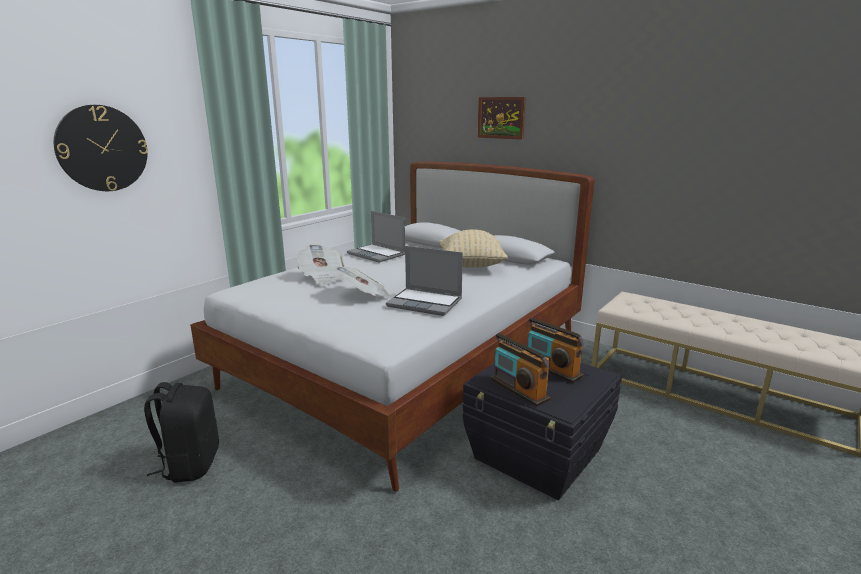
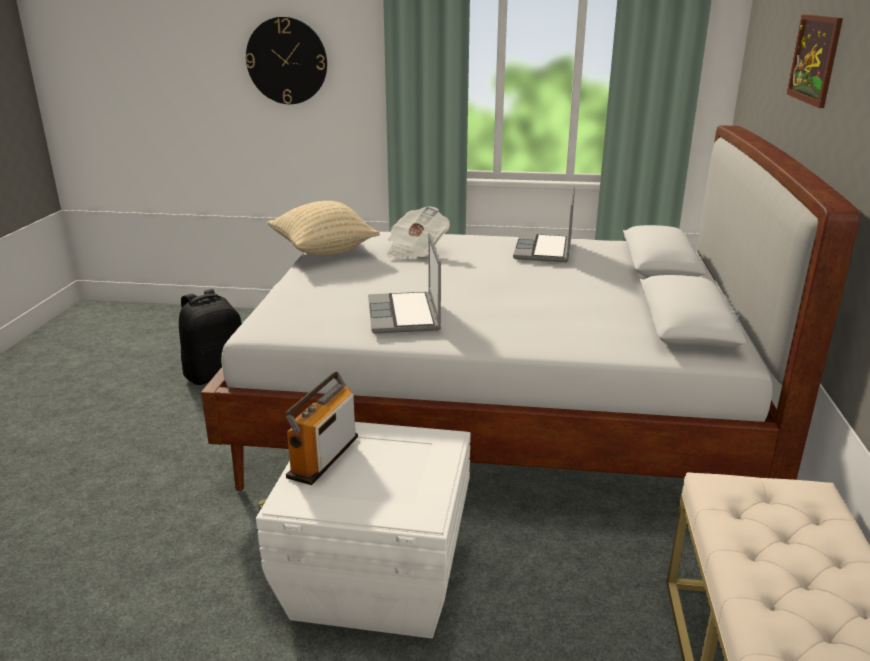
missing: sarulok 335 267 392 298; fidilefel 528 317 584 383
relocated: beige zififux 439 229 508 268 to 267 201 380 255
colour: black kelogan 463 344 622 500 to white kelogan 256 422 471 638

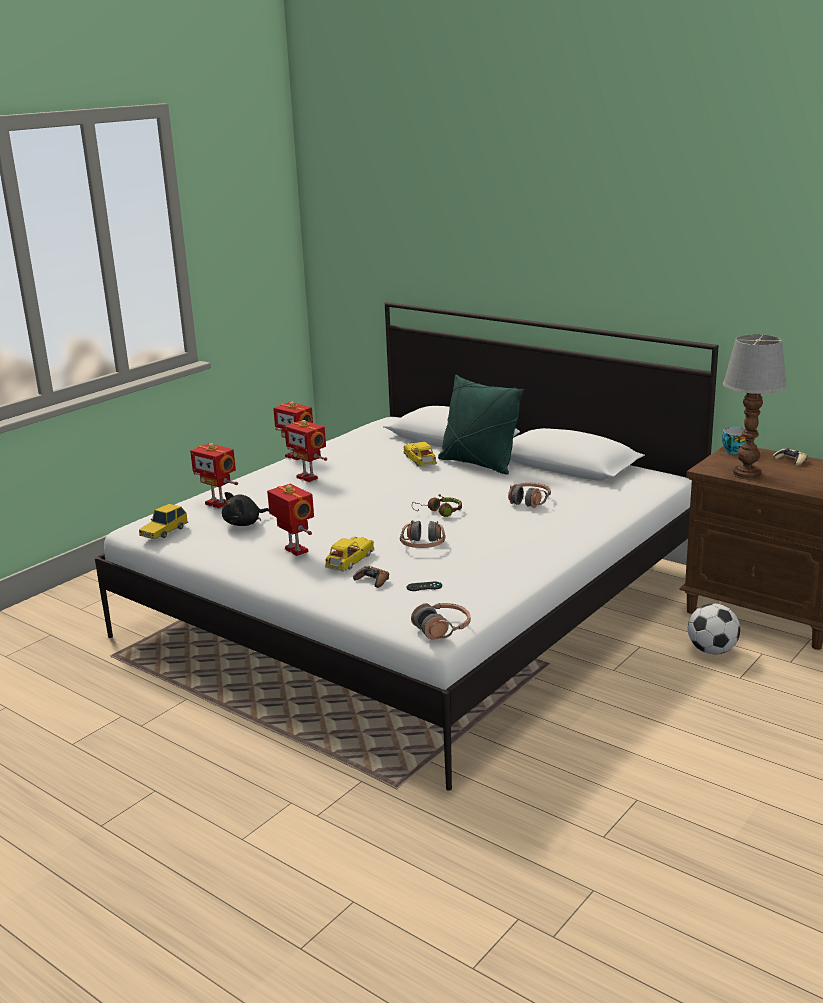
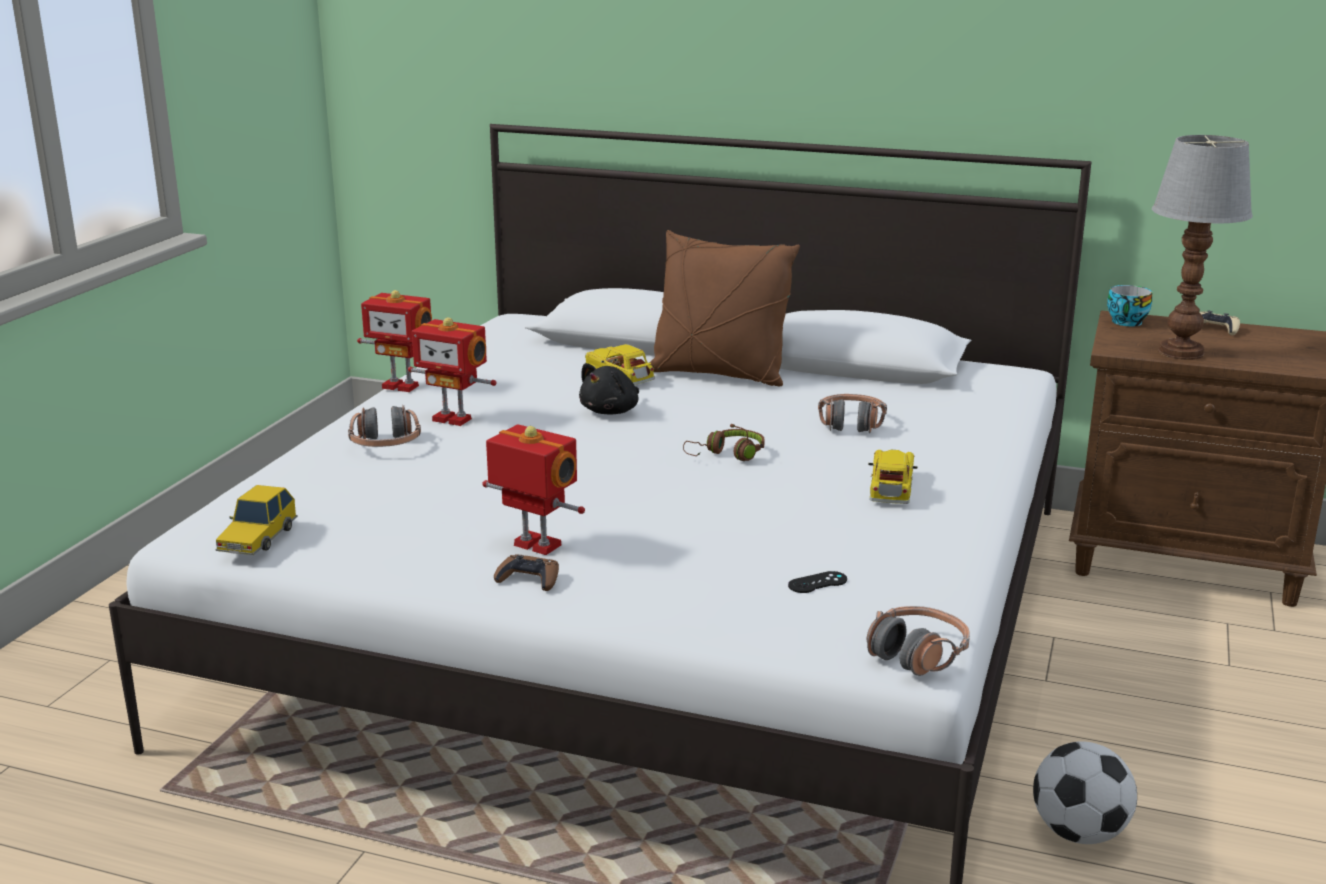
missing: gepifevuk 190 443 238 508
relocated: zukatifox 400 520 446 548 to 348 405 421 447; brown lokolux 353 566 389 588 to 494 554 559 591; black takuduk 222 492 269 526 to 579 363 639 415; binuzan 325 537 374 571 to 868 450 918 504; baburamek 688 603 740 655 to 1033 741 1137 844
colour: green zififux 438 375 525 475 to brown zififux 649 230 800 386

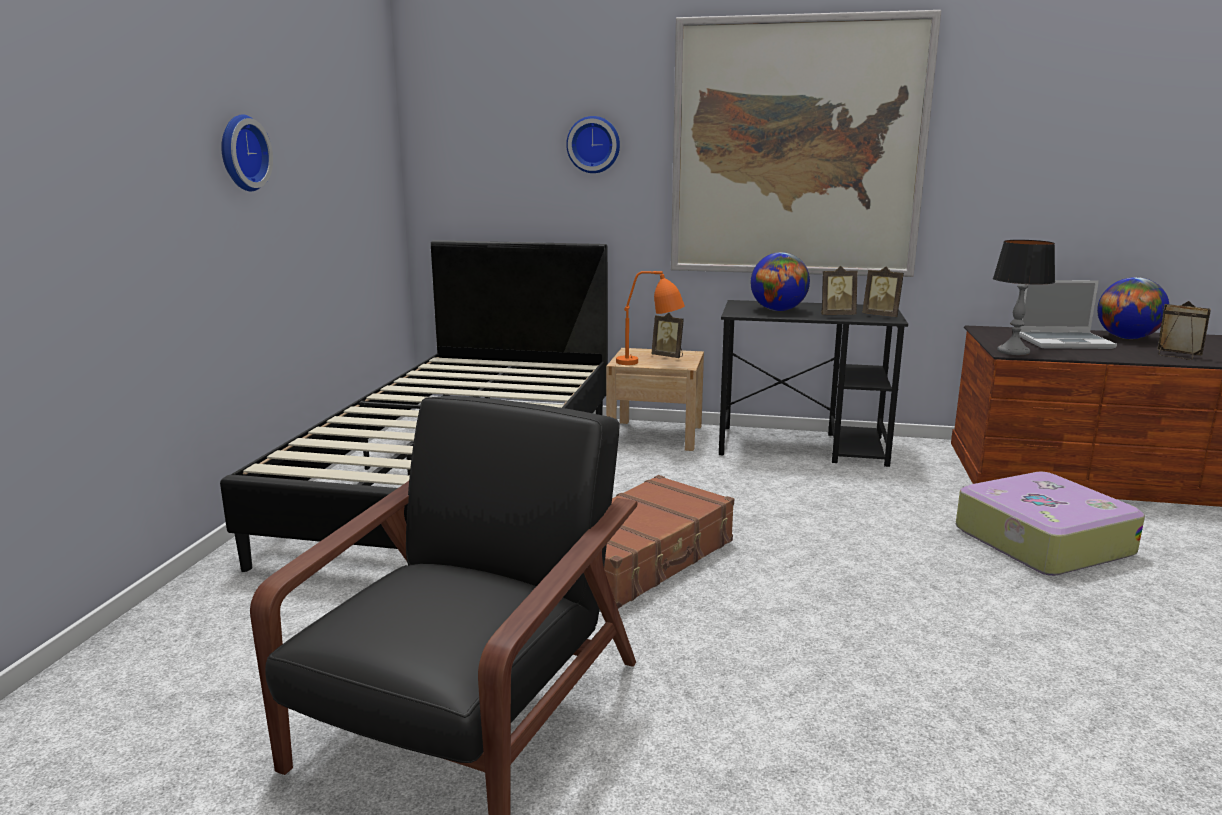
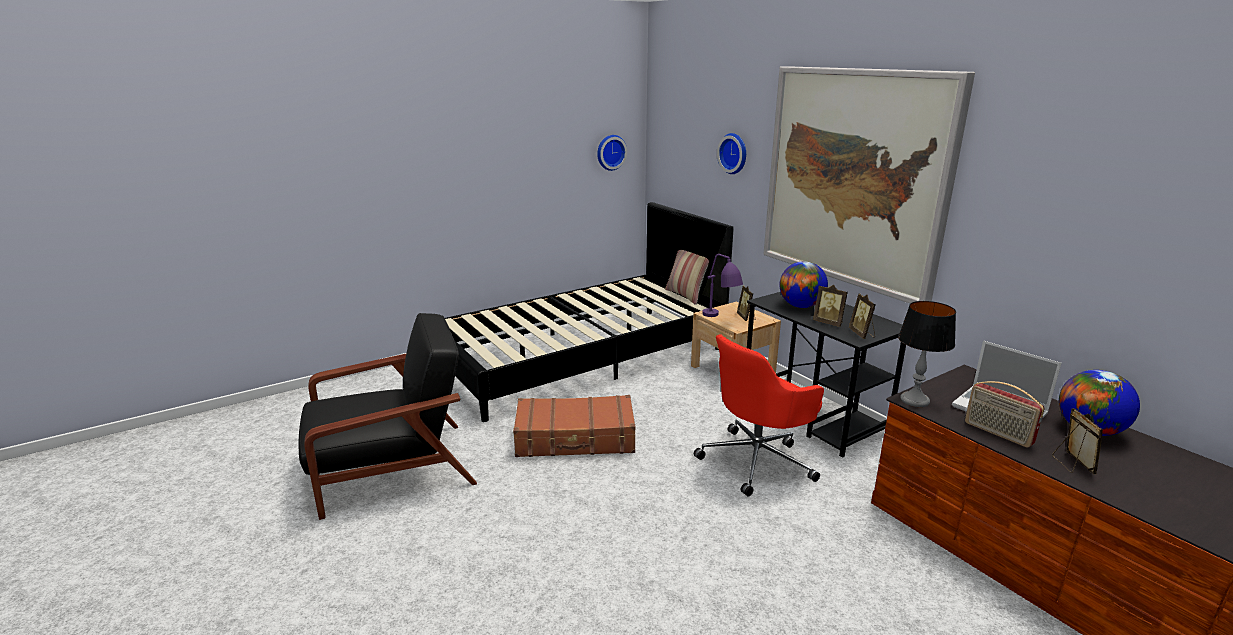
missing: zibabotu 956 471 1145 576
appeared: zififux 665 250 709 305; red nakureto 694 334 824 497; fidilefel 965 381 1045 448
relocated: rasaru 221 115 273 191 to 597 135 627 171
colour: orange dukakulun 616 271 685 365 to purple dukakulun 702 254 743 317

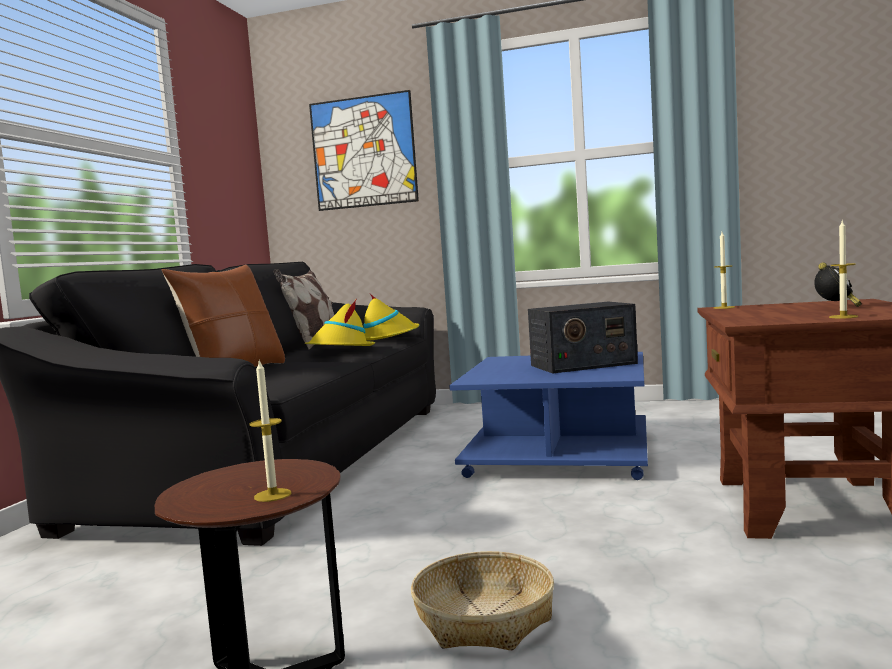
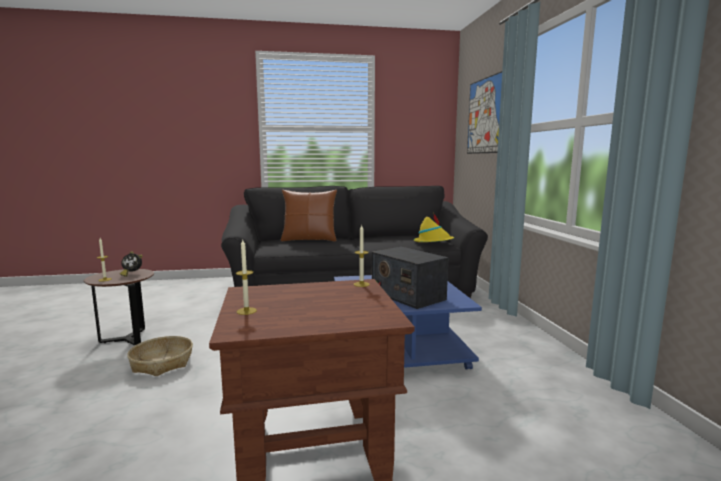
missing: zififux 273 269 334 350; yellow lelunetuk 305 298 375 346
relocated: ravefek 814 262 862 307 to 120 251 143 277

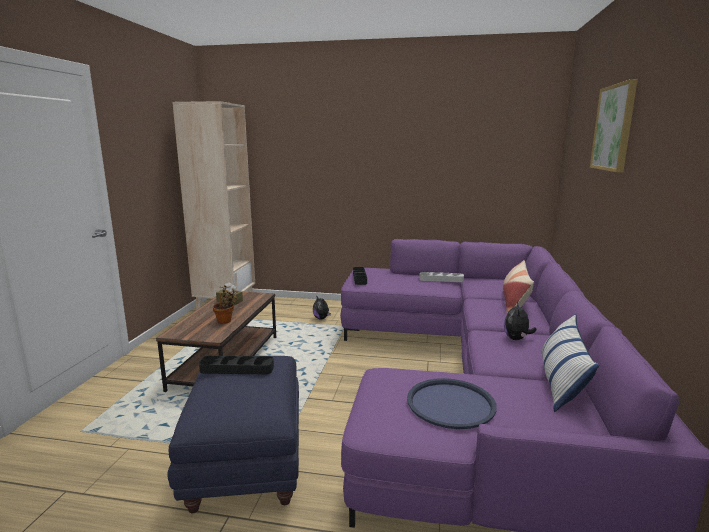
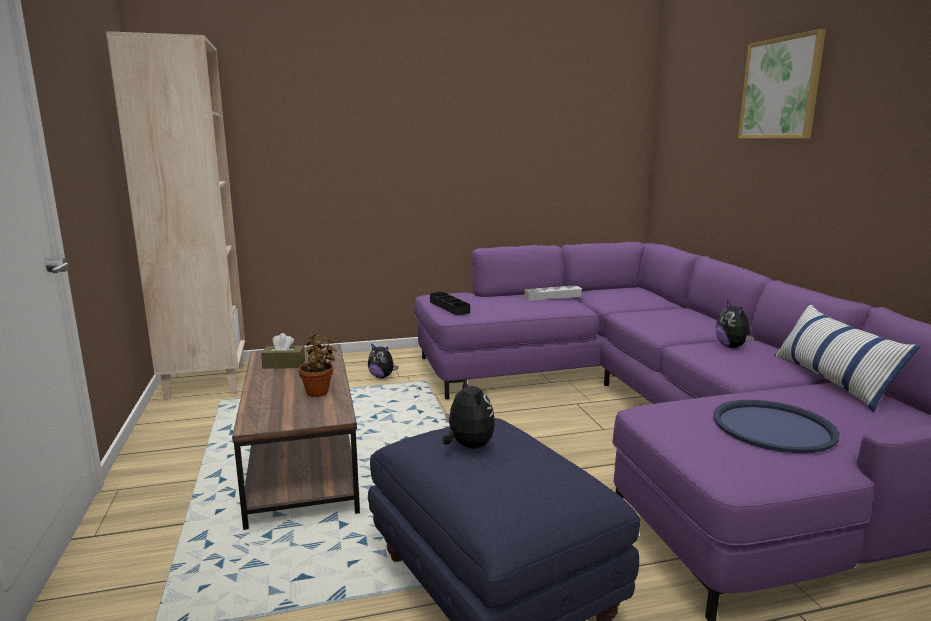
missing: zififux 502 260 534 313
exchanged: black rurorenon 199 356 274 374 to takuduk 442 376 495 449

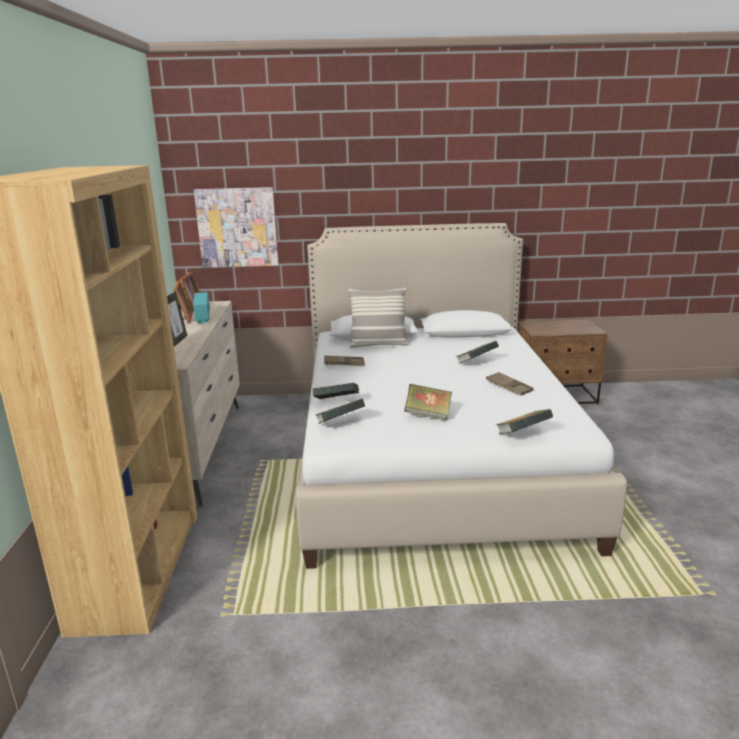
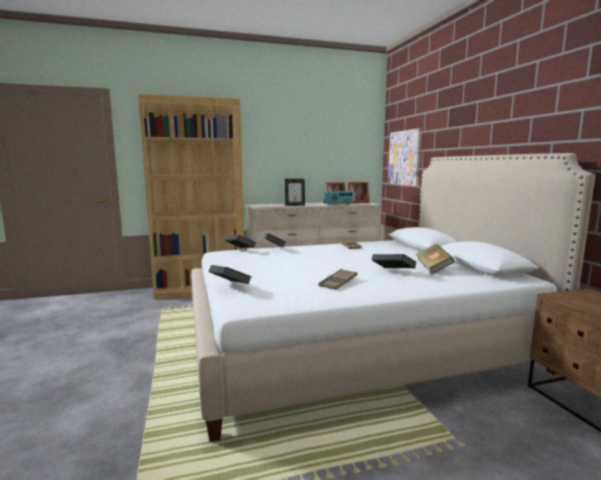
missing: zififux 348 288 409 348
relocated: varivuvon 404 384 452 420 to 416 244 454 274

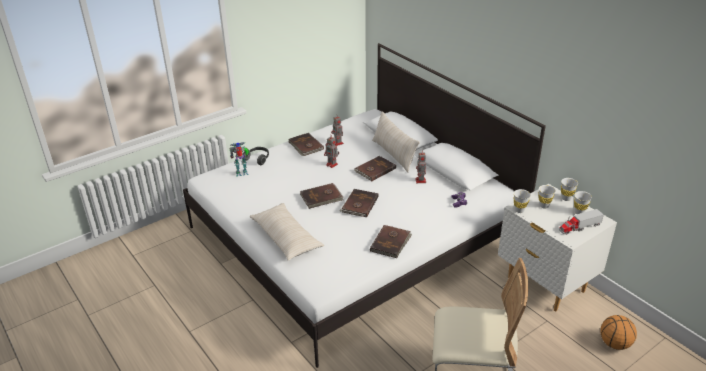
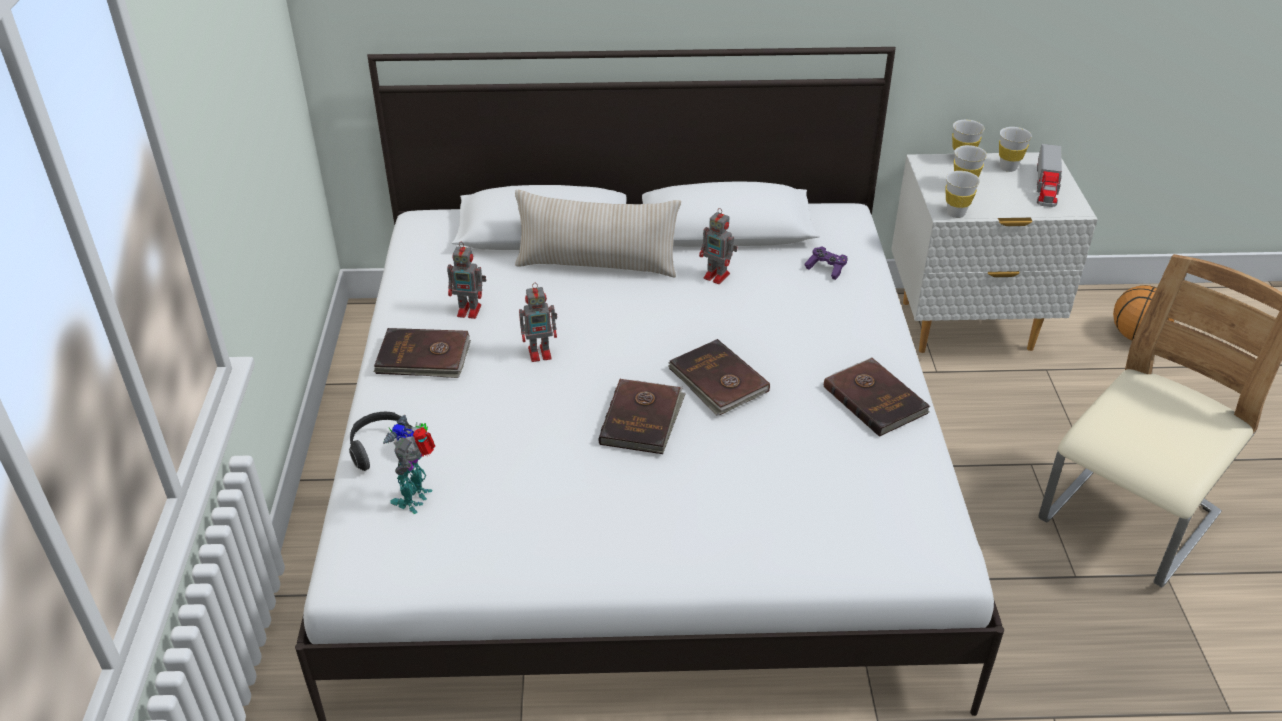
missing: beige zififux 250 203 324 261; brown varivuvon 354 156 396 181

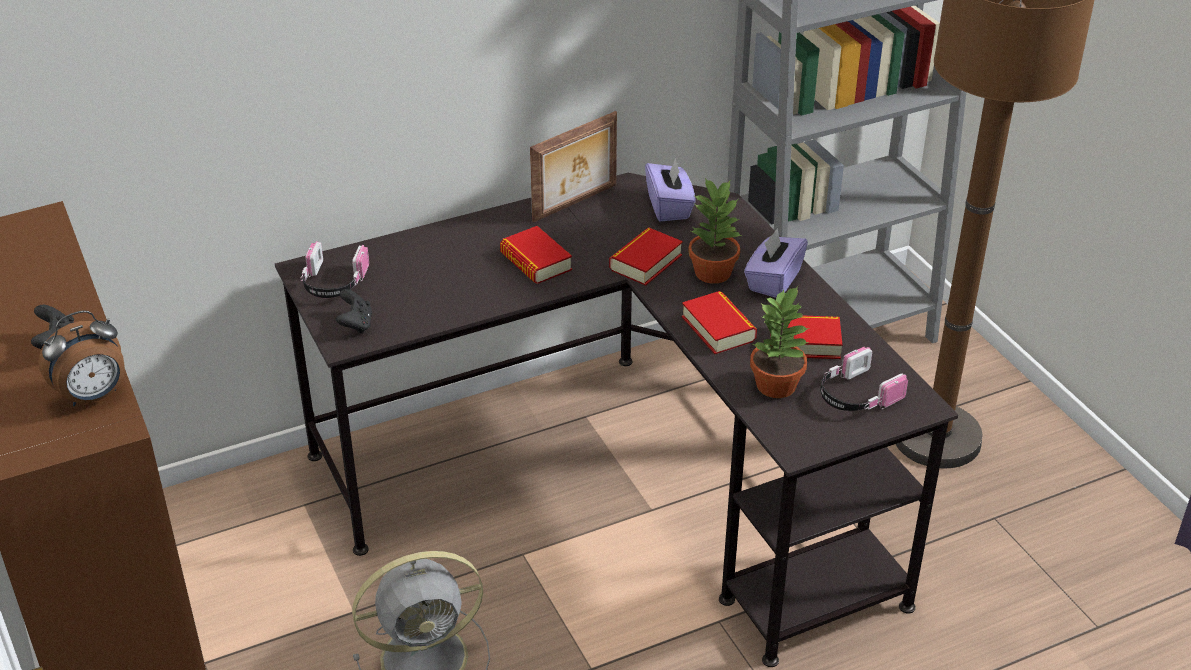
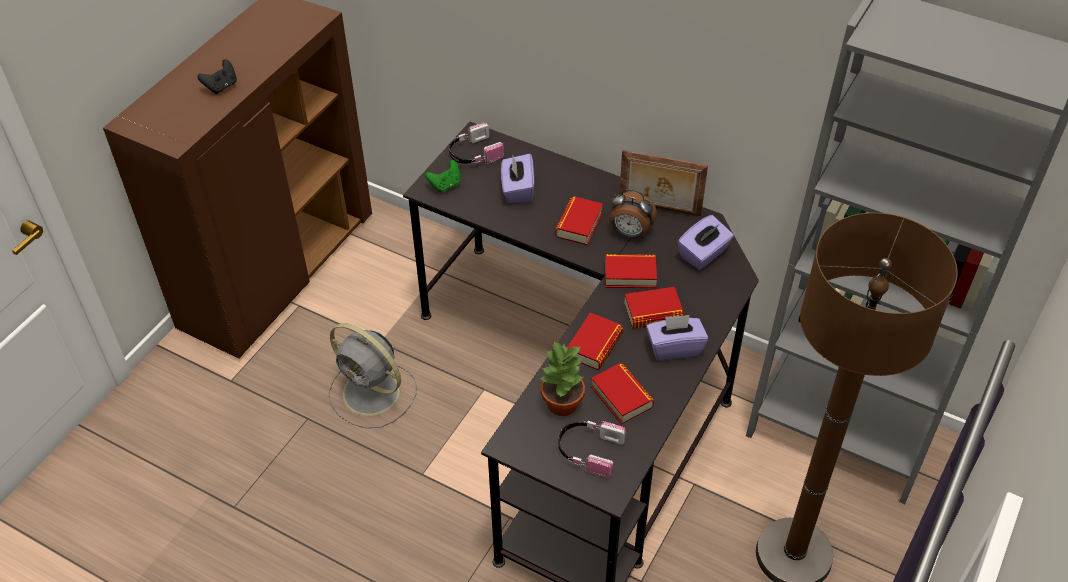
appeared: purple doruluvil 501 154 534 203
relocated: ravefek 38 310 125 406 to 610 189 657 238
exchanged: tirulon 688 178 742 284 to varivuvon 624 287 684 328
colour: black lokolux 336 289 372 334 to green lokolux 425 160 461 192

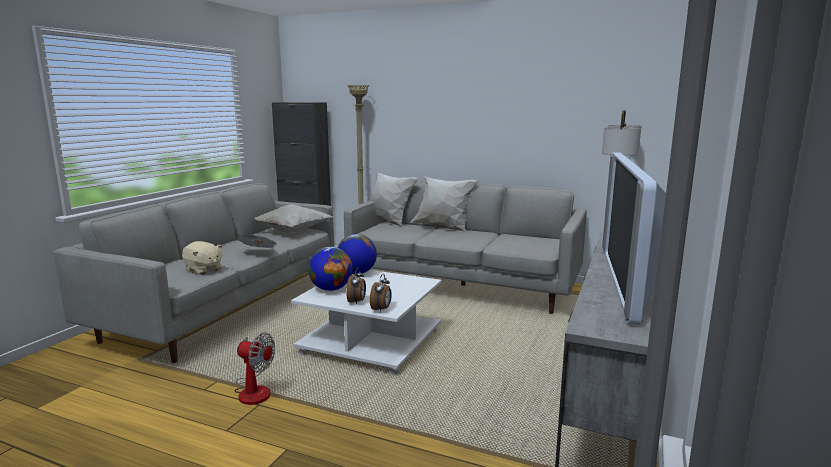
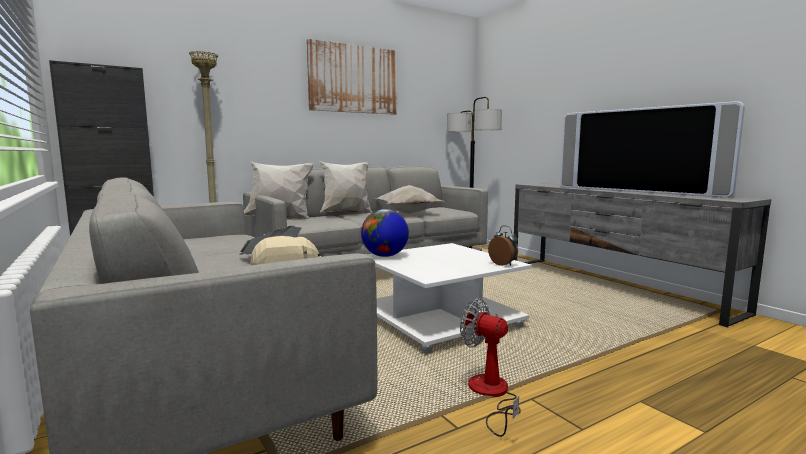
missing: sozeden 308 247 353 291; ravefek 346 267 366 305
appeared: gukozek 307 39 397 115
relocated: white zififux 254 204 333 232 to 375 185 443 214
spun: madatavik 235 333 275 405 = 460 299 521 437 105 degrees counterclockwise

